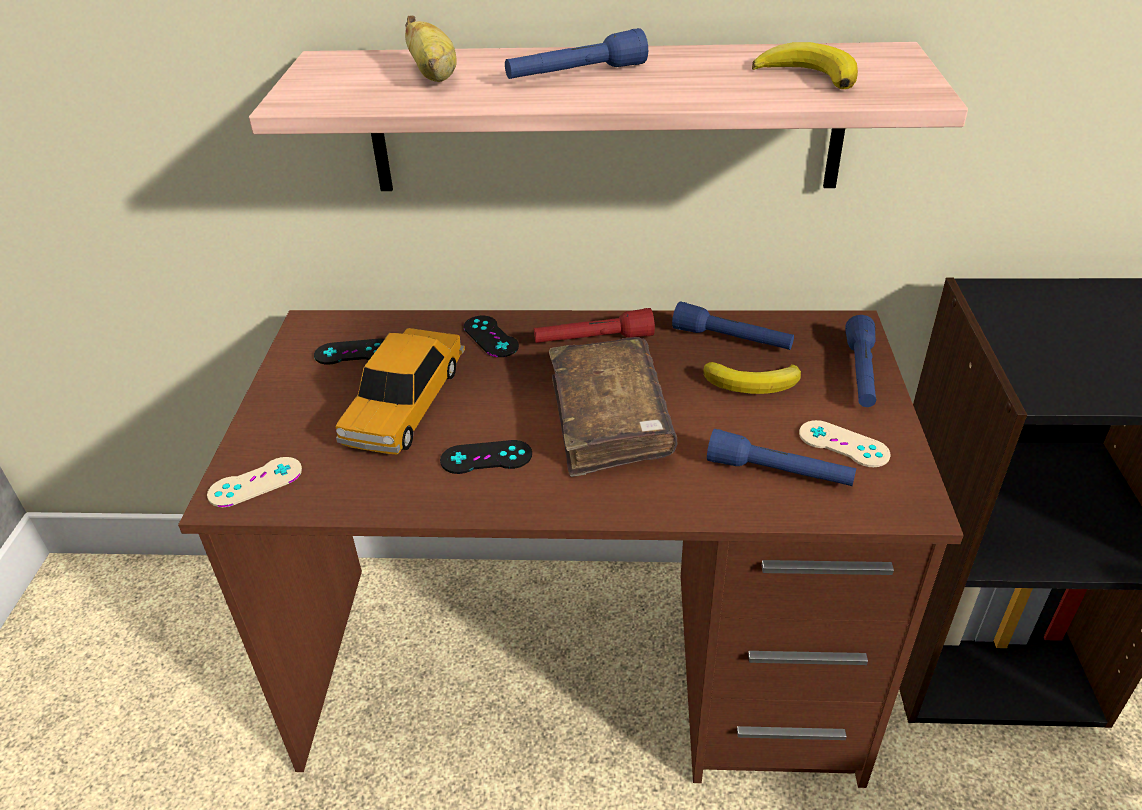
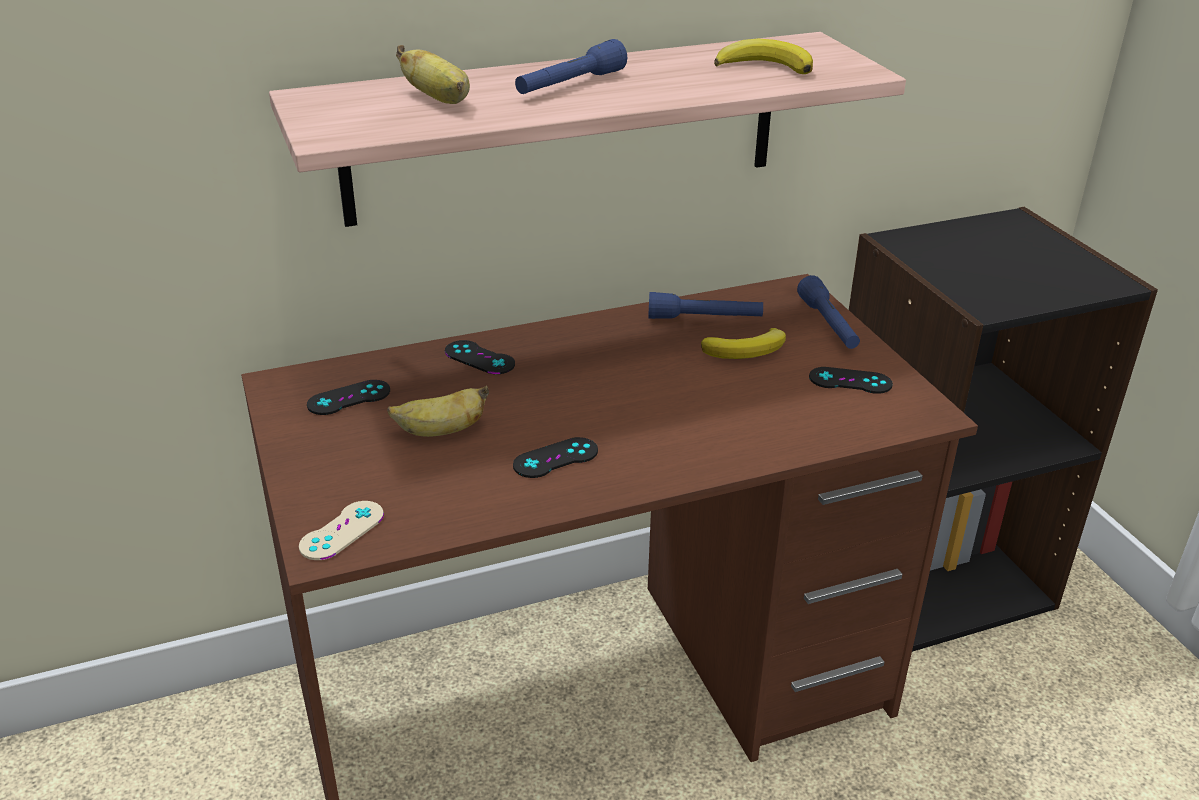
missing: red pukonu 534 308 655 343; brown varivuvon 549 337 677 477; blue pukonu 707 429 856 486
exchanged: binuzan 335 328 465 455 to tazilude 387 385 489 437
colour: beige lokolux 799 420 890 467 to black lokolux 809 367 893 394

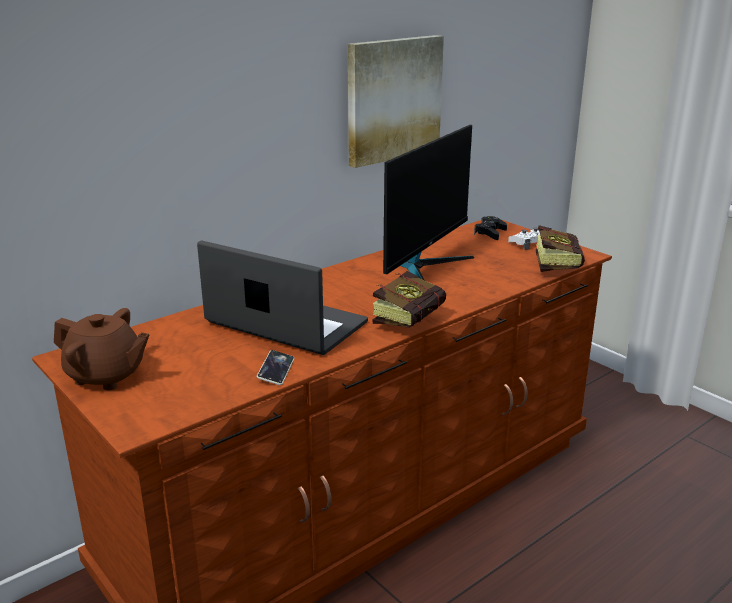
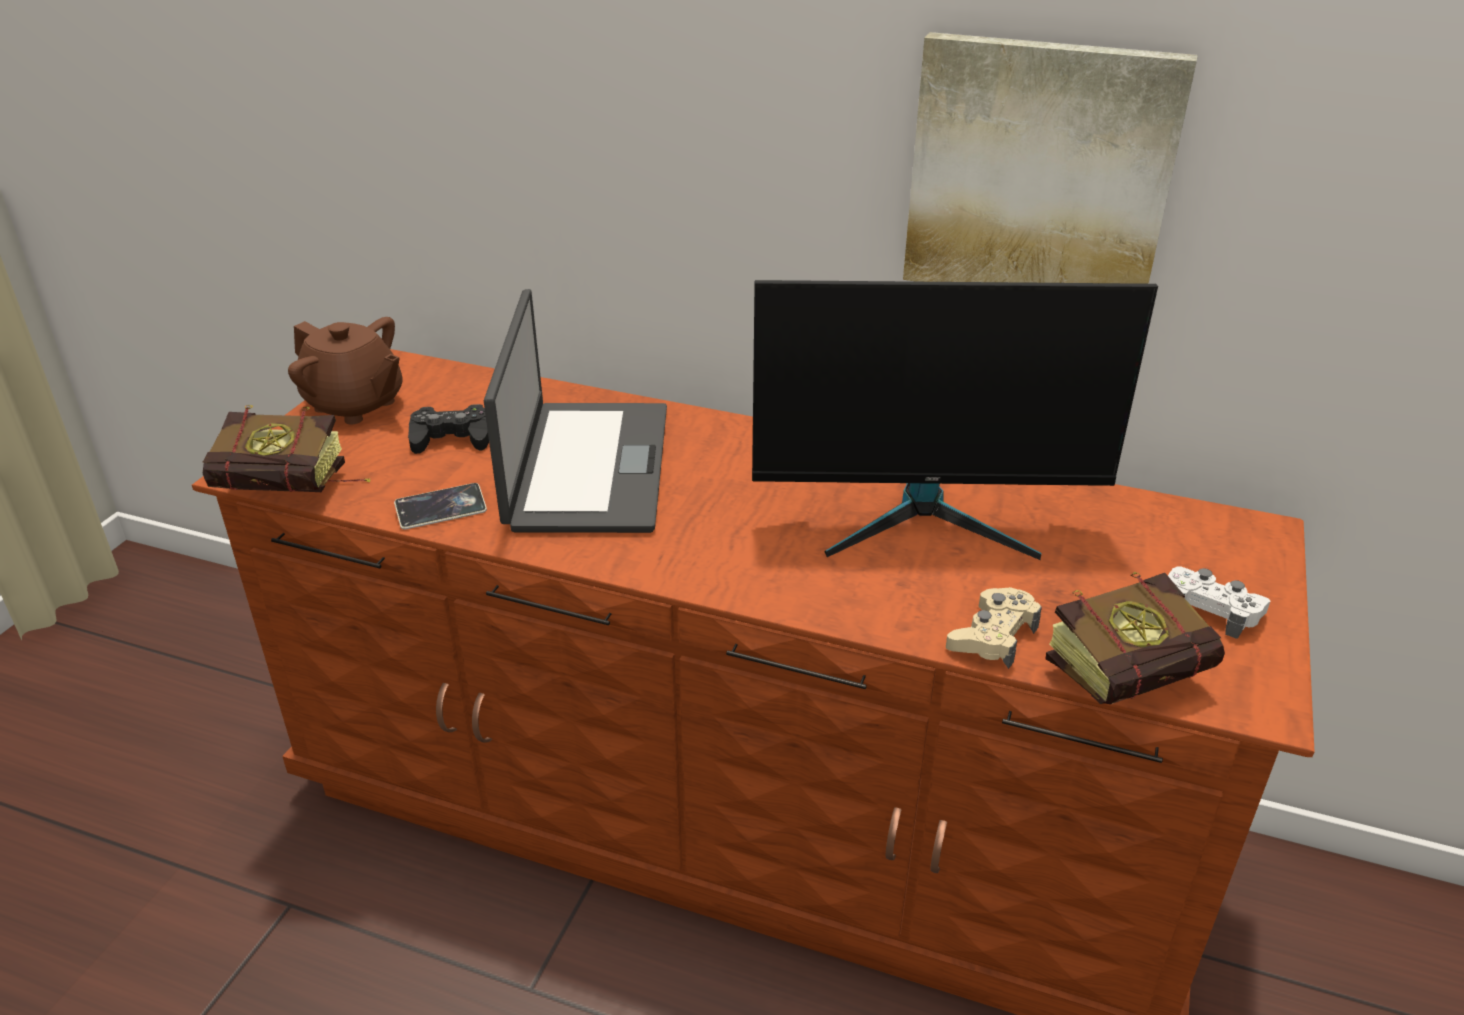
appeared: beige lokolux 946 587 1042 669
relocated: varivuvon 372 271 446 328 to 202 405 371 492; black lokolux 474 216 507 240 to 408 404 489 454
spun: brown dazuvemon 54 308 149 390 = 288 317 403 424 45 degrees counterclockwise

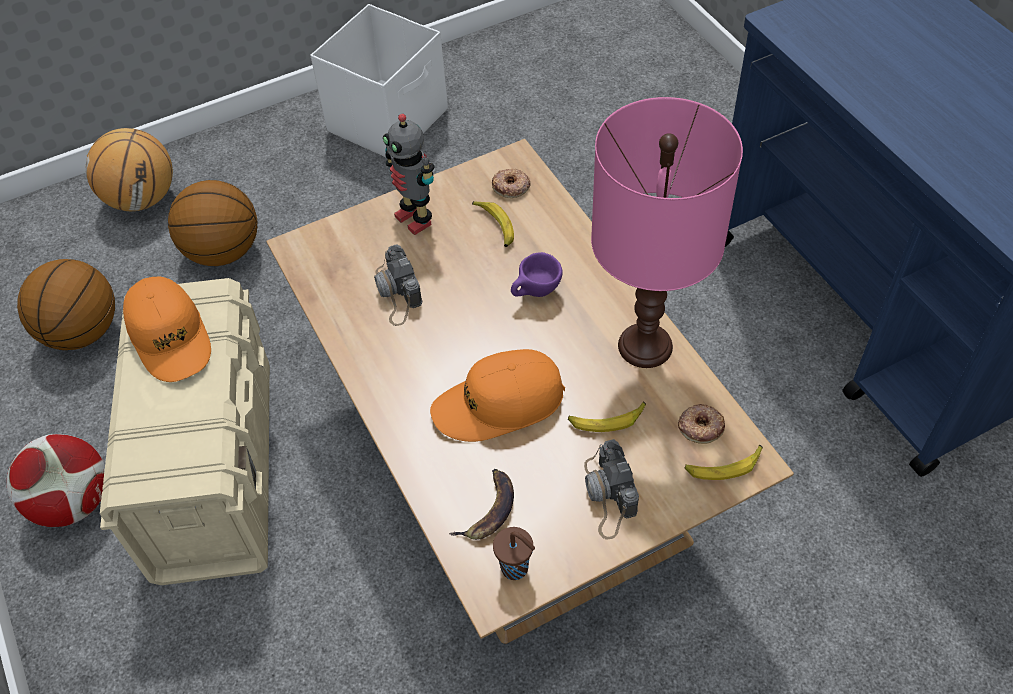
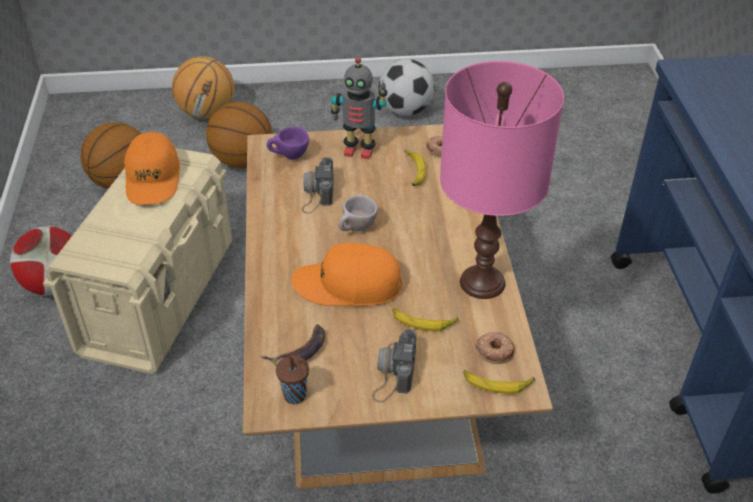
appeared: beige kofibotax 339 195 378 232
relocated: purple kofibotax 511 252 563 297 to 267 127 309 160
exchanged: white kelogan 310 4 448 157 to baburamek 379 59 434 116
spun: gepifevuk 383 114 435 235 = 331 57 388 159 60 degrees counterclockwise

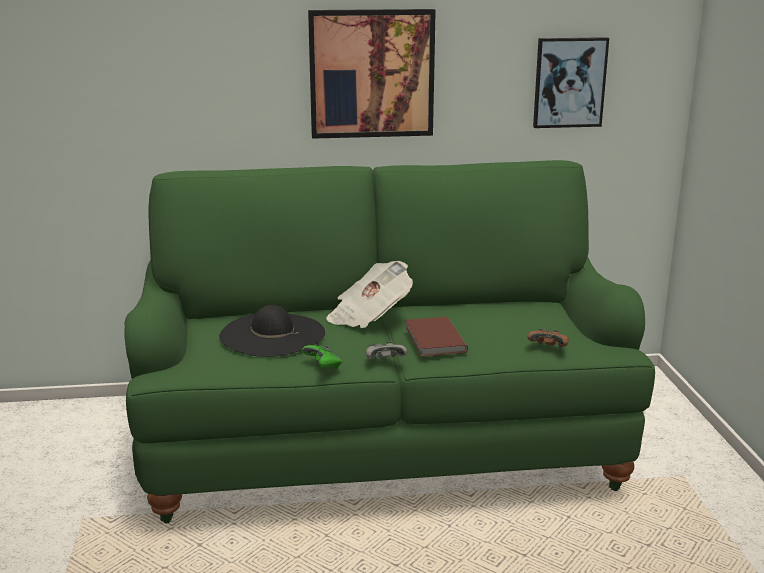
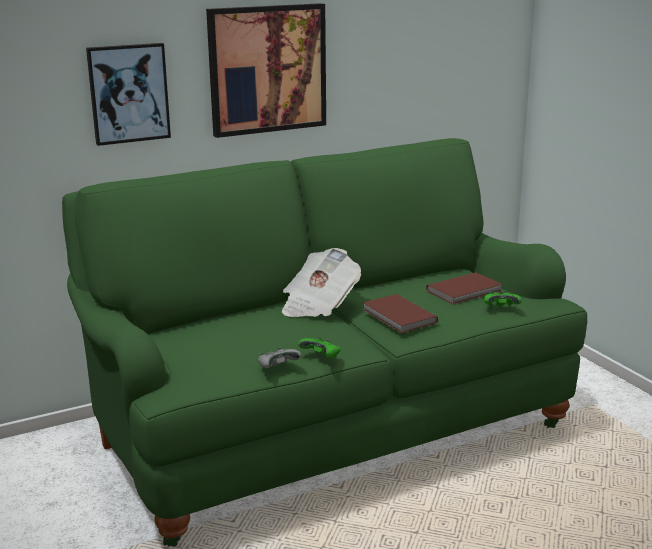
missing: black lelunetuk 219 305 325 357
appeared: brown varivuvon 426 272 503 305
relocated: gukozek 533 37 609 128 to 86 43 171 146; grey lokolux 366 341 407 359 to 258 347 301 368
colour: brown lokolux 527 329 569 347 to green lokolux 484 291 522 306

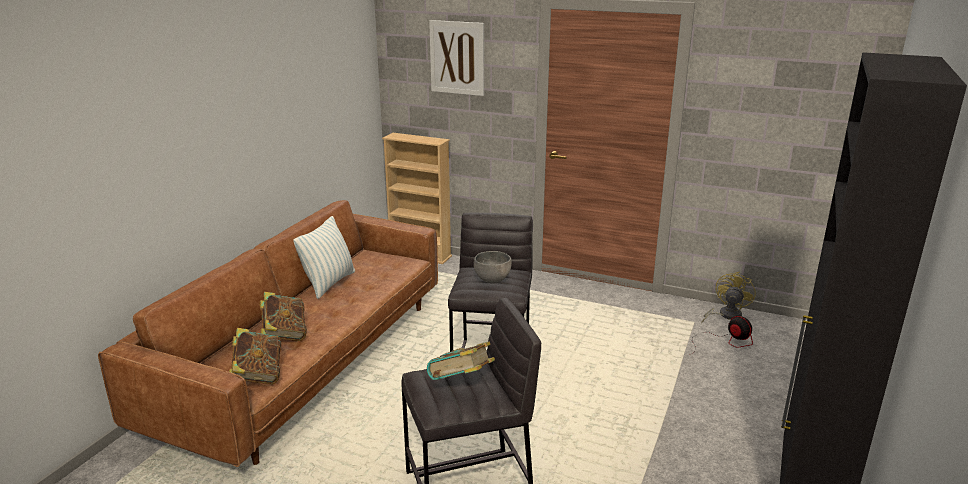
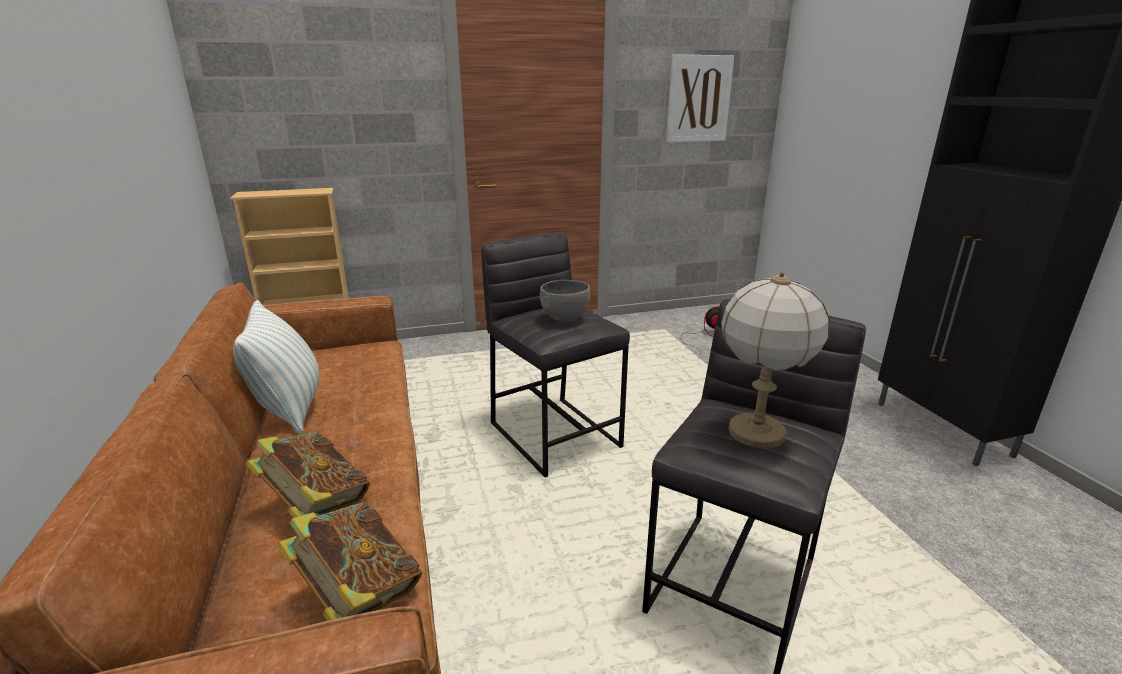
missing: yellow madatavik 701 272 756 324
relocated: gukozek 429 20 484 96 to 666 55 734 143
exchanged: varivuvon 427 341 495 380 to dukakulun 722 271 830 449

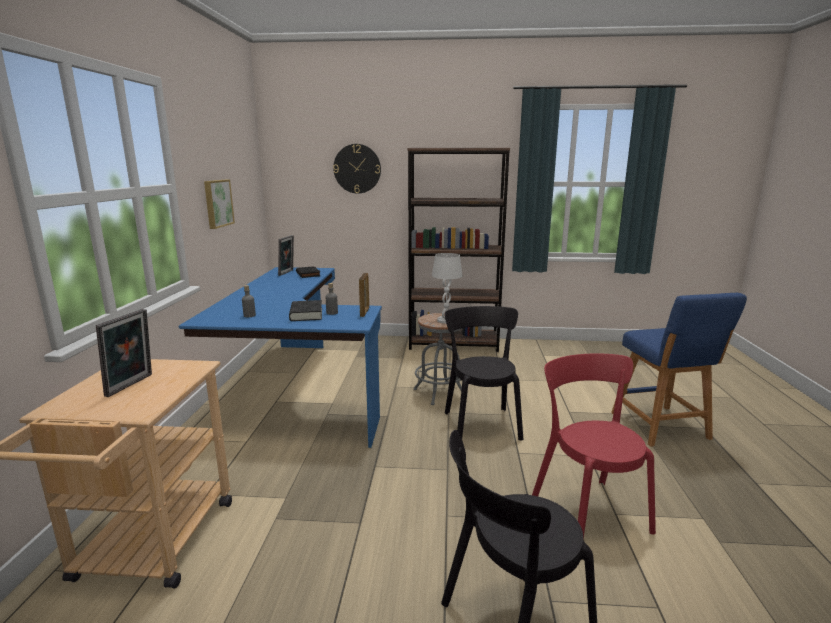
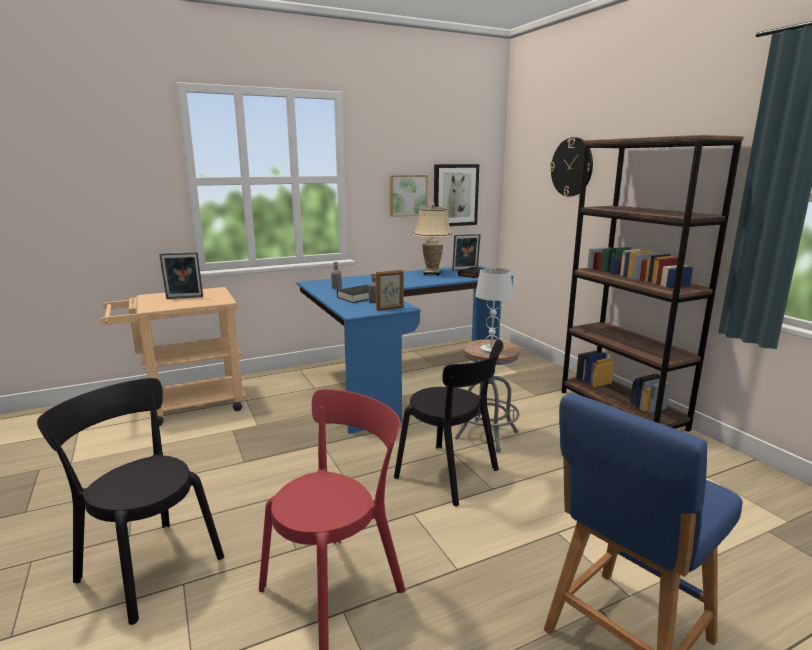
appeared: beige dukakulun 413 203 453 276; gukozek 434 164 479 226
spun: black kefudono 445 306 523 441 = 394 339 504 507 75 degrees clockwise

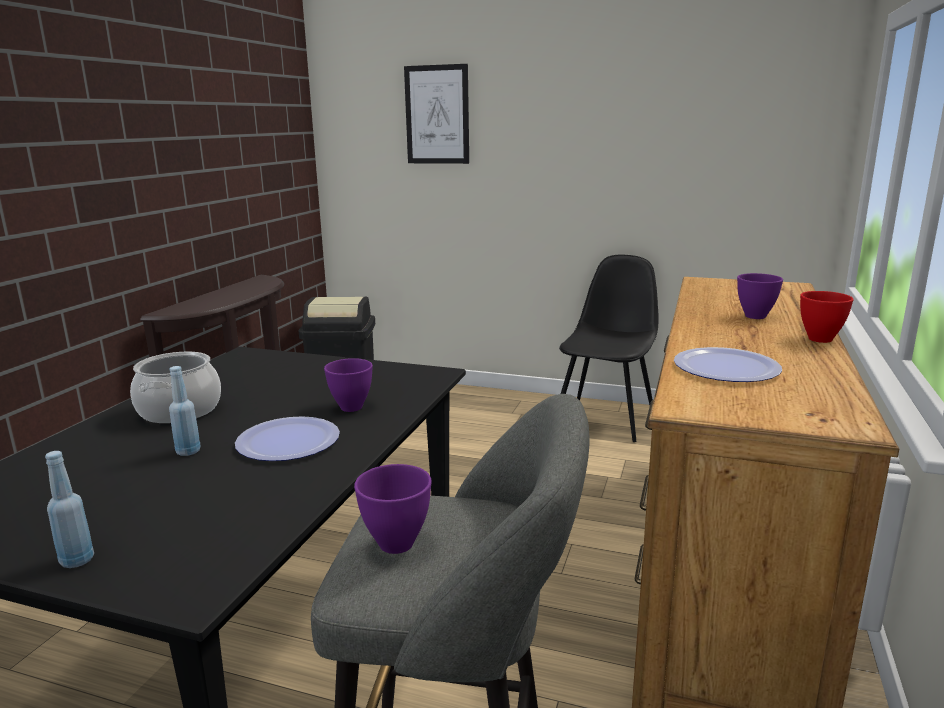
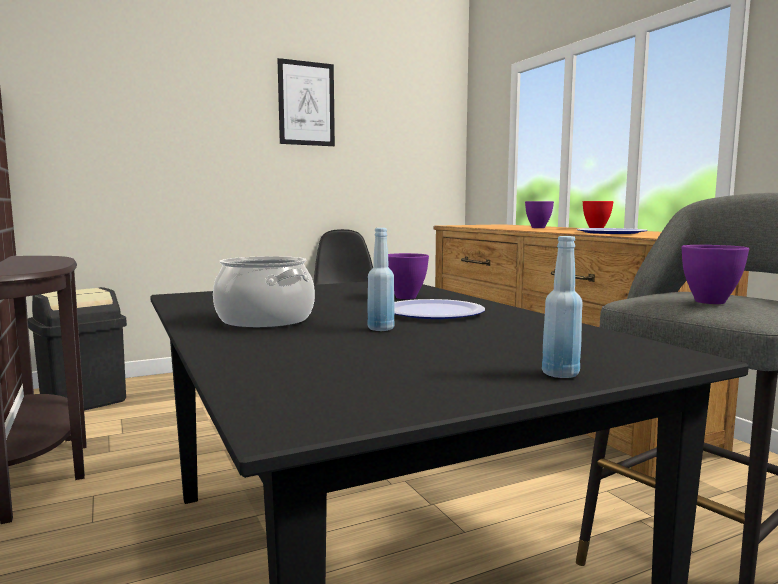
relocated: gukozek 404 64 469 164 to 277 58 335 146

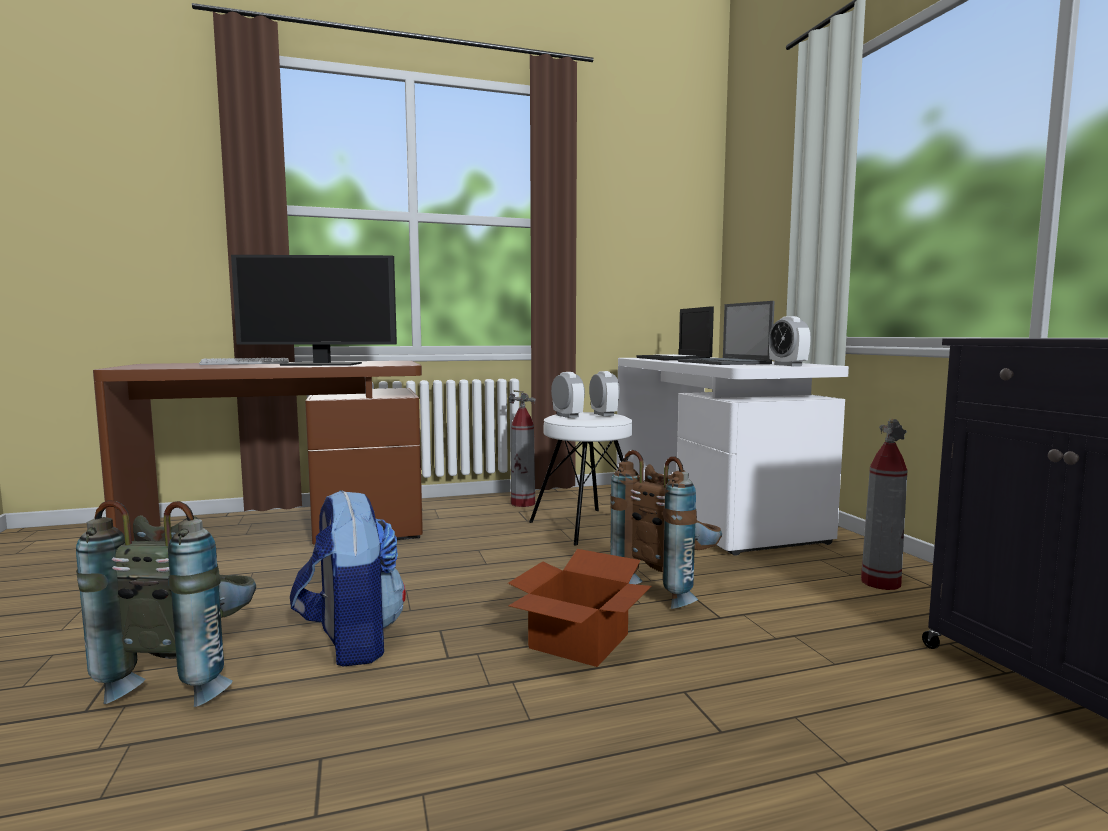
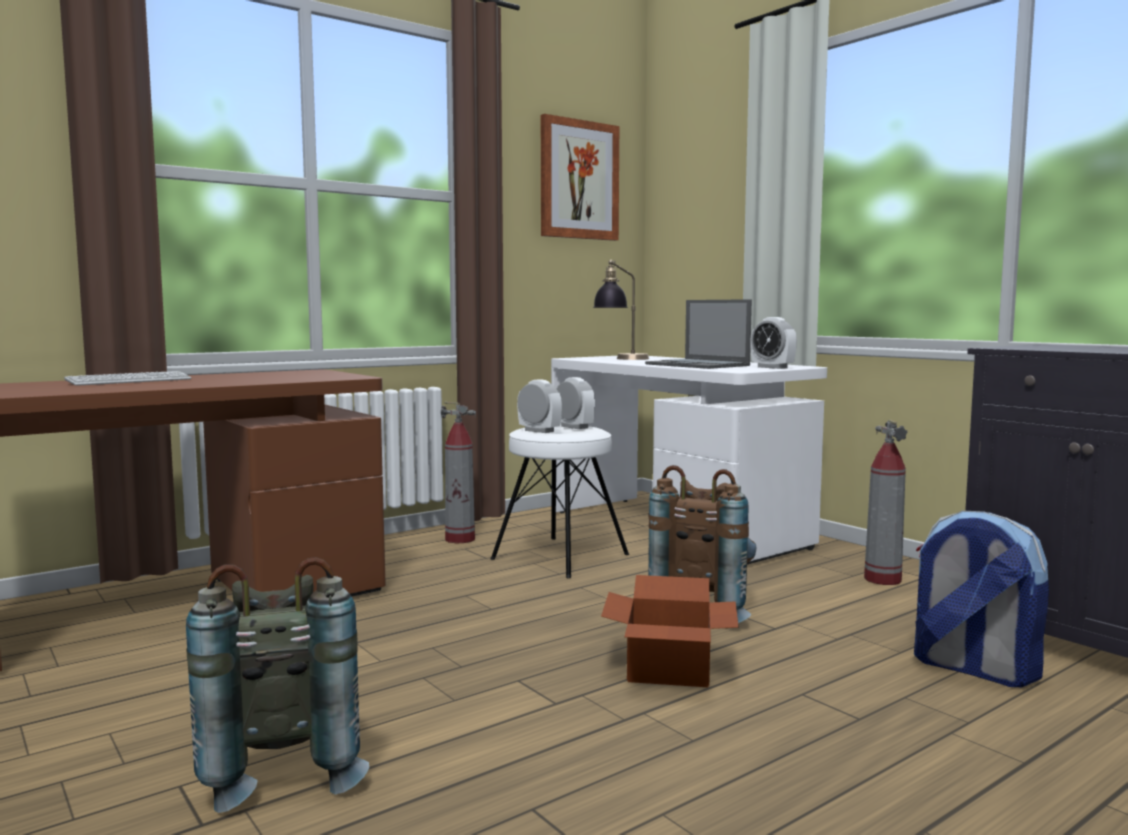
missing: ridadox 231 255 397 366
appeared: gukozek 541 114 619 241
relocated: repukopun 290 490 406 667 to 914 510 1049 687
exchanged: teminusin 636 306 714 360 to dukakulun 593 260 649 360

